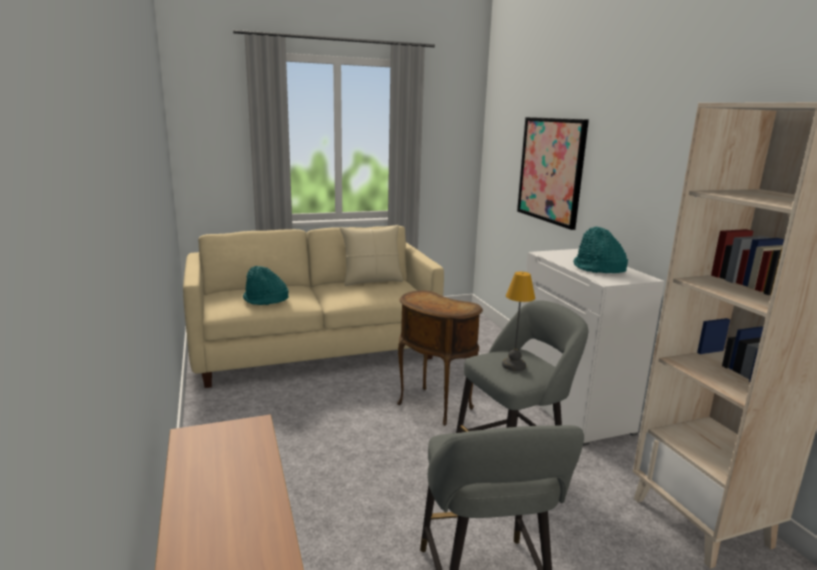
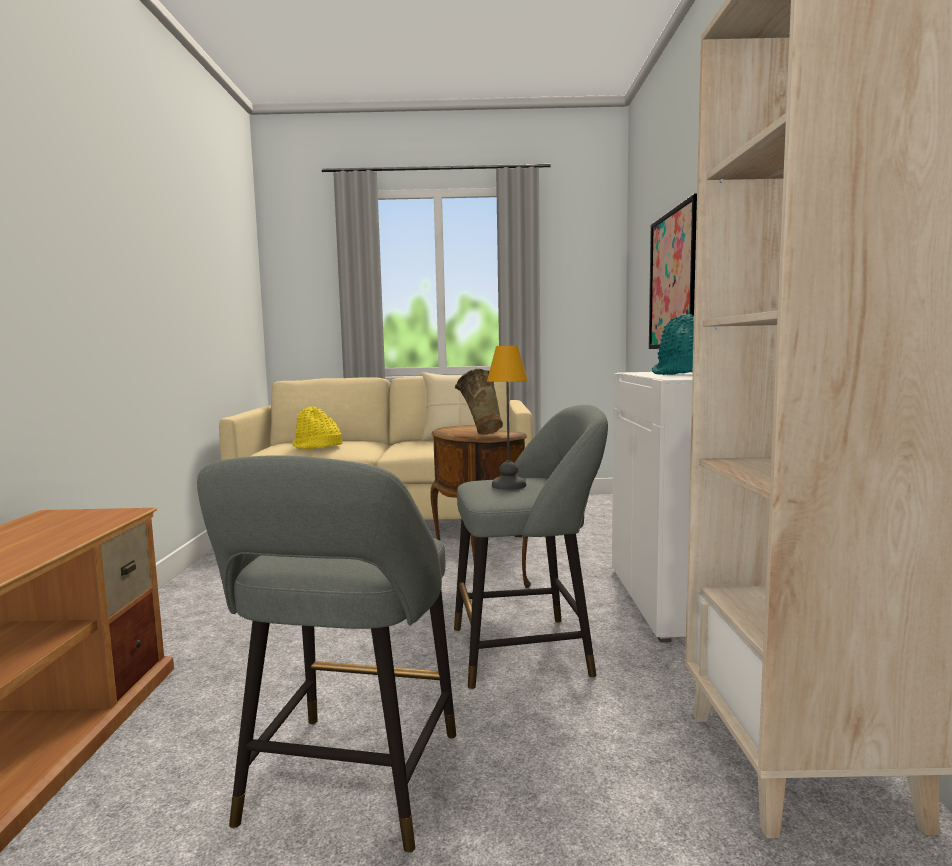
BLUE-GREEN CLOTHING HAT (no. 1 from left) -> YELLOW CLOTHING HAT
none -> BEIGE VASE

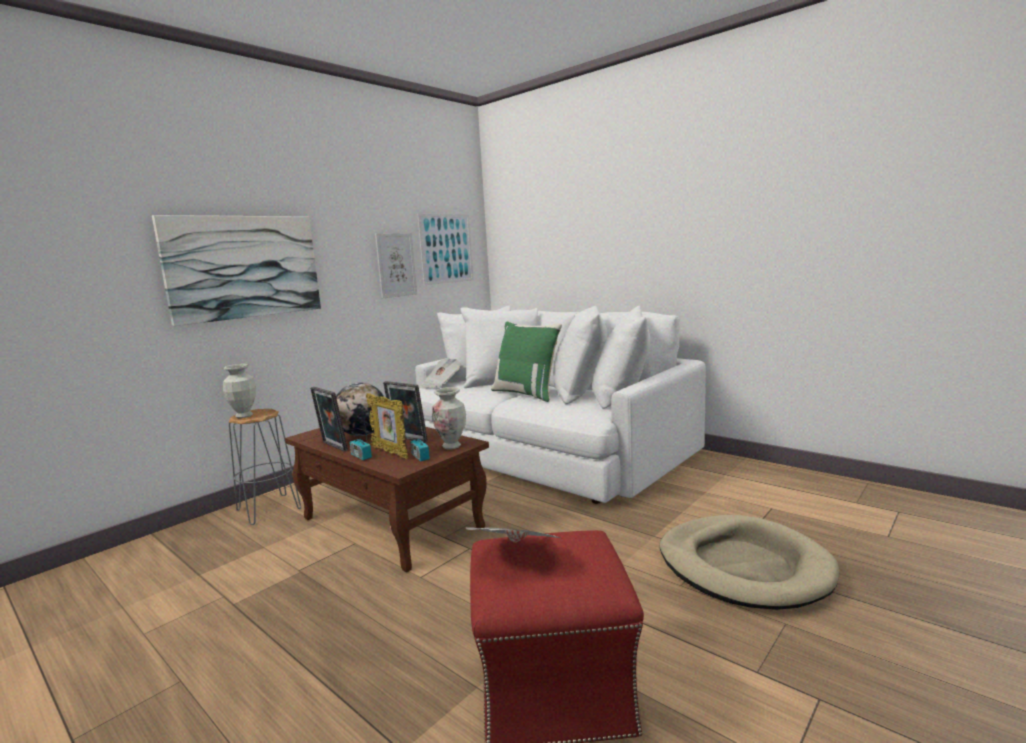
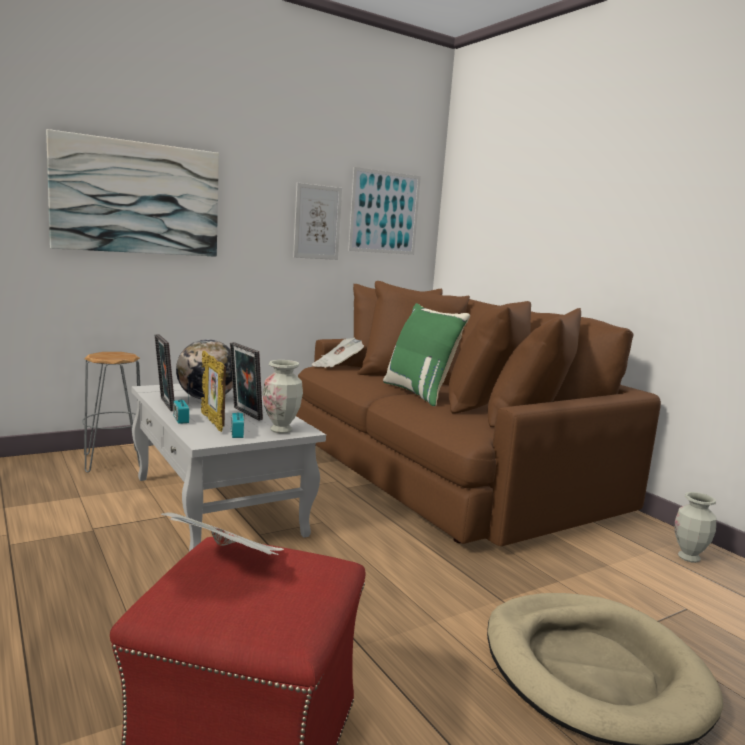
WHITE SETTEE -> BROWN-COLOURED SETTEE
VASE (no. 1 from left in the first image) -> VASE (no. 2 from left), relocated
BROWN-COLOURED LOUNGE TABLE -> WHITE LOUNGE TABLE

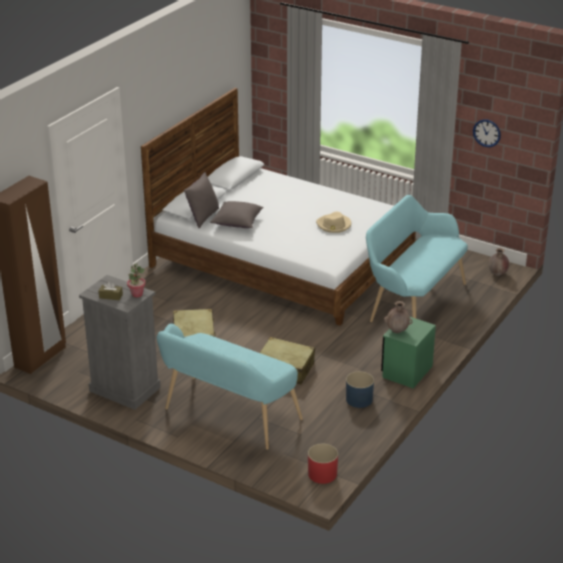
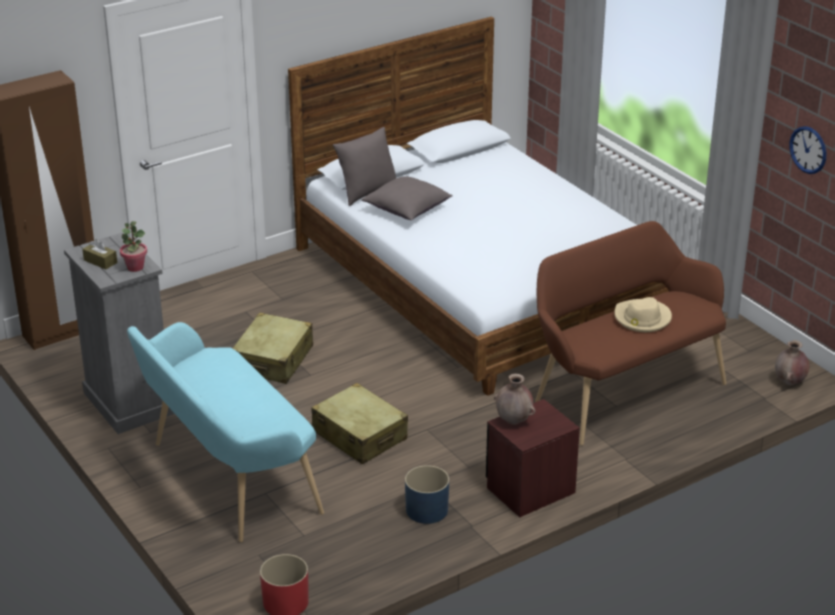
BLUE-GREEN LONG SEAT (no. 2 from left) -> BROWN-COLOURED LONG SEAT
BEIGE CLOTHING HAT, relocated
GREENISH NIGHT TABLE -> BROWN-COLOURED NIGHT TABLE

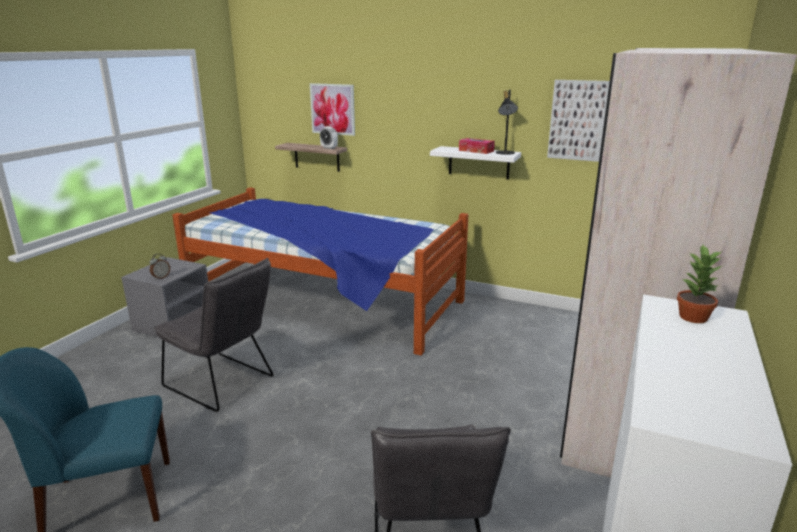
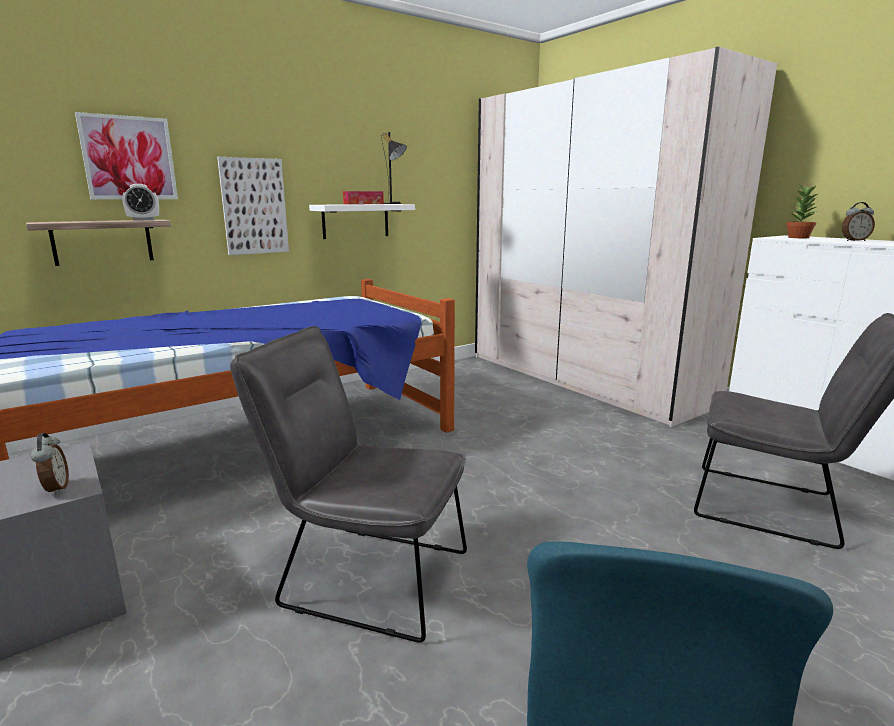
WALL ART (no. 2 from left), relocated
GREY UPRIGHT CHAIR (no. 1 from left), 135 degrees counterclockwise
none -> BEDSIDE CLOCK (no. 3 from left)

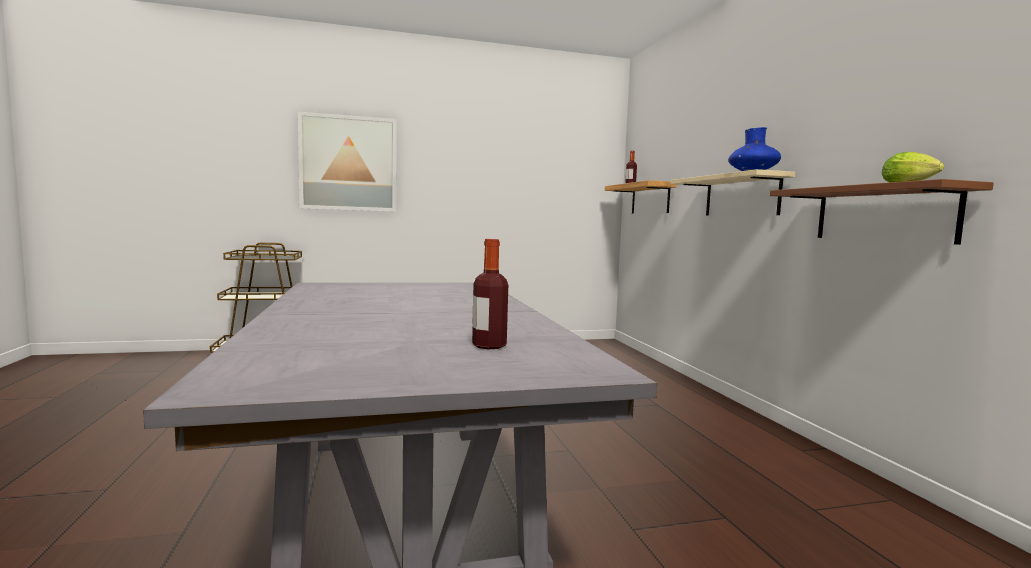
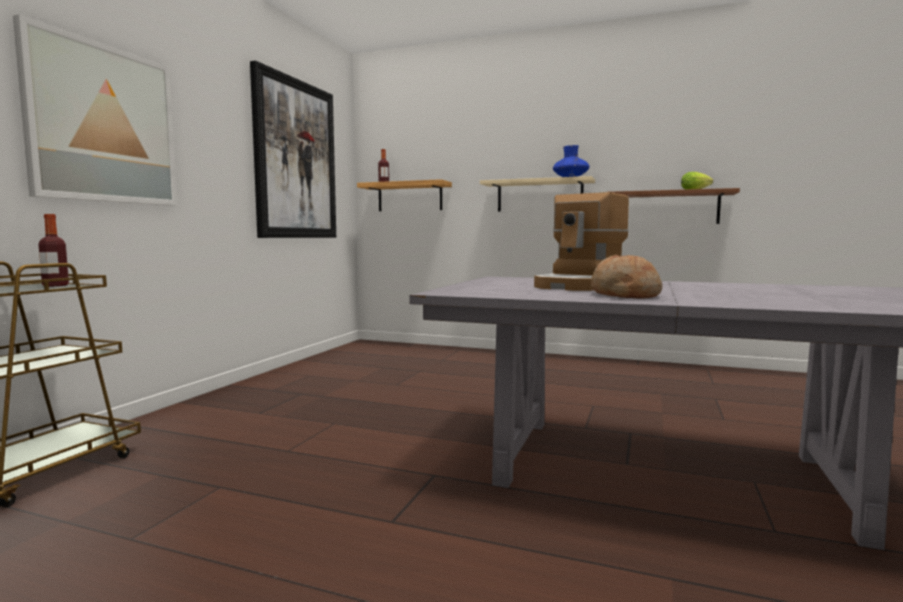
BEVERAGE BOTTLE (no. 1 from left), relocated
none -> WALL ART (no. 2 from left)
none -> COFFEE BREWER
none -> BAKERY BREAD

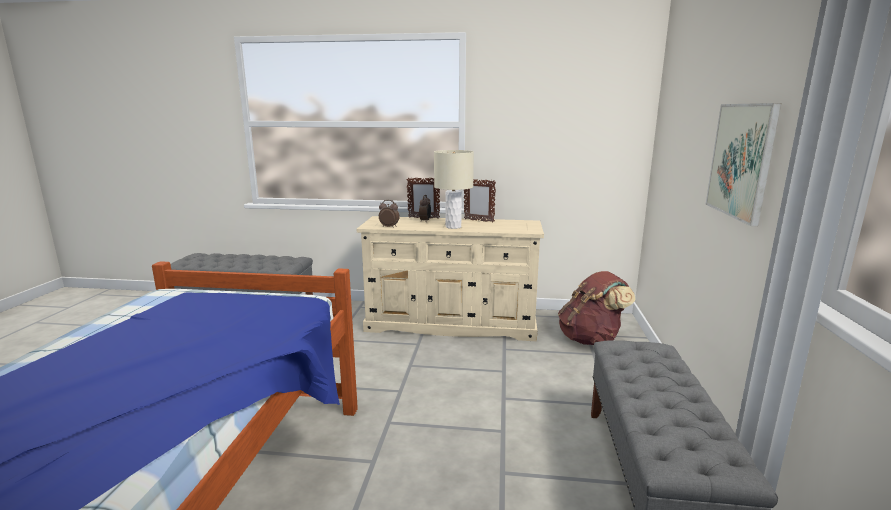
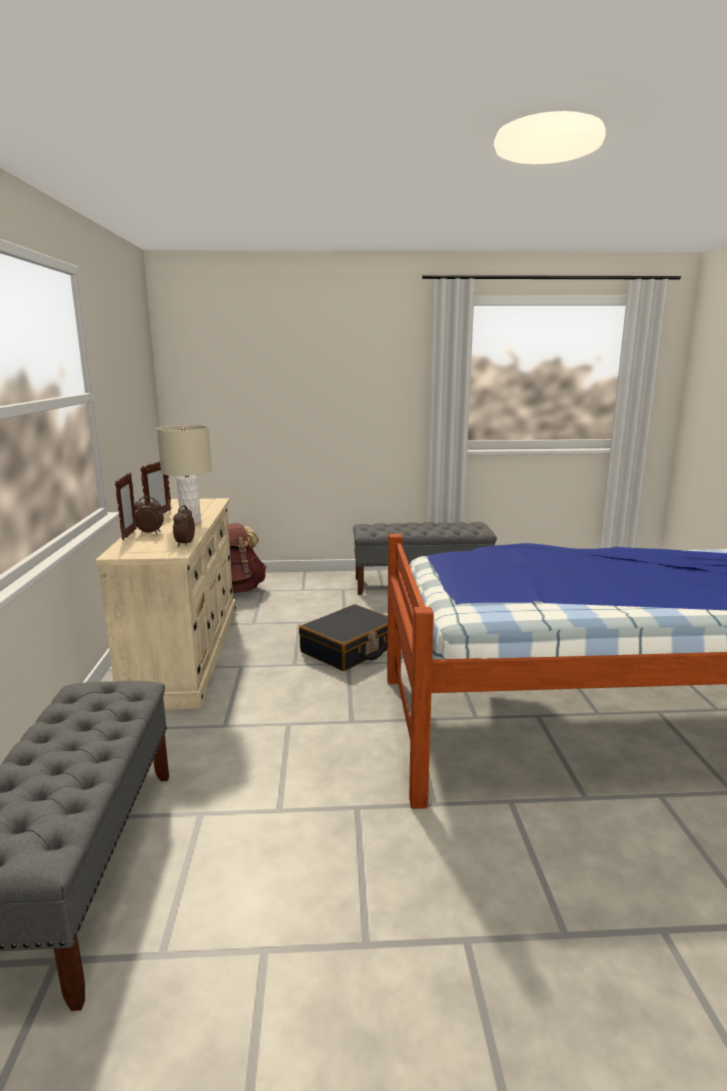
WALL ART -> none
none -> BLACK TRAVEL CASE

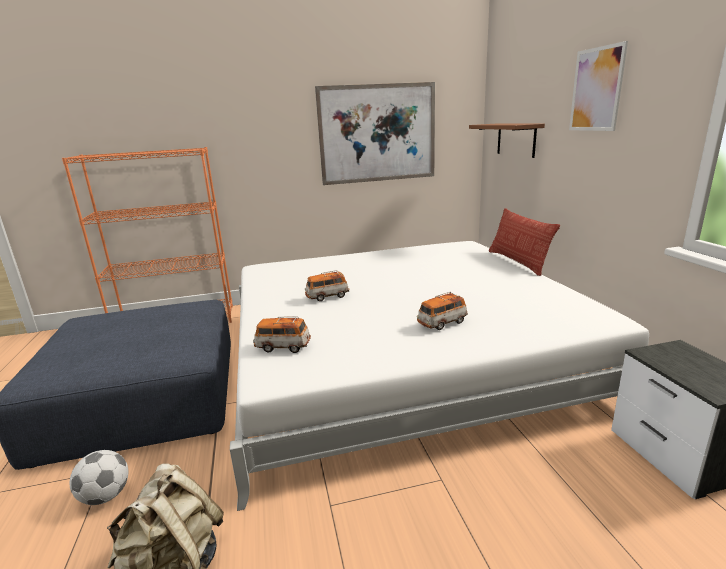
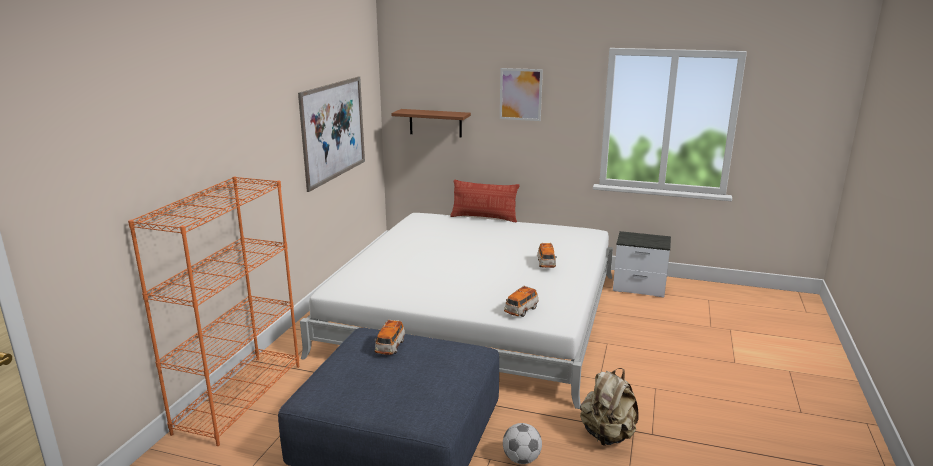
TOY CAR (no. 2 from left in the first image) -> TOY CAR (no. 1 from left), relocated

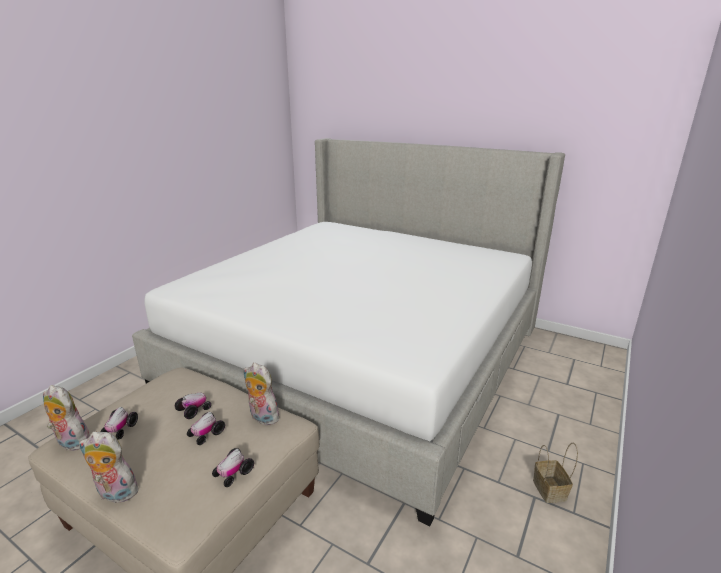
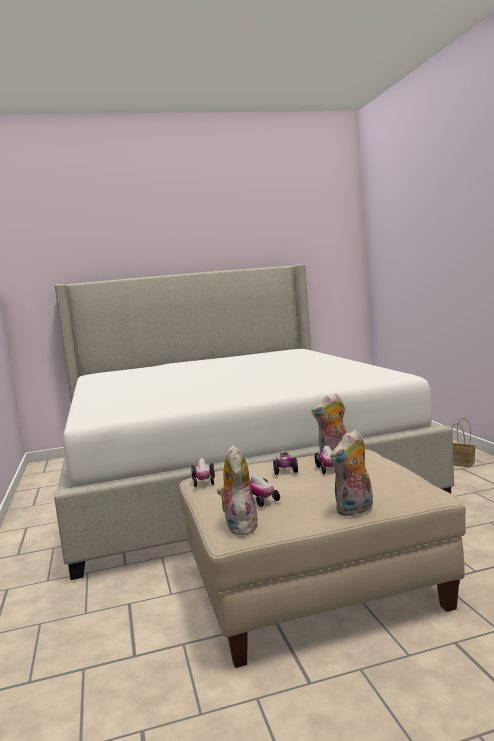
SOFT TOY (no. 1 from left), 105 degrees clockwise
TOY CAR (no. 4 from left in the first image) -> TOY CAR (no. 1 from left), relocated

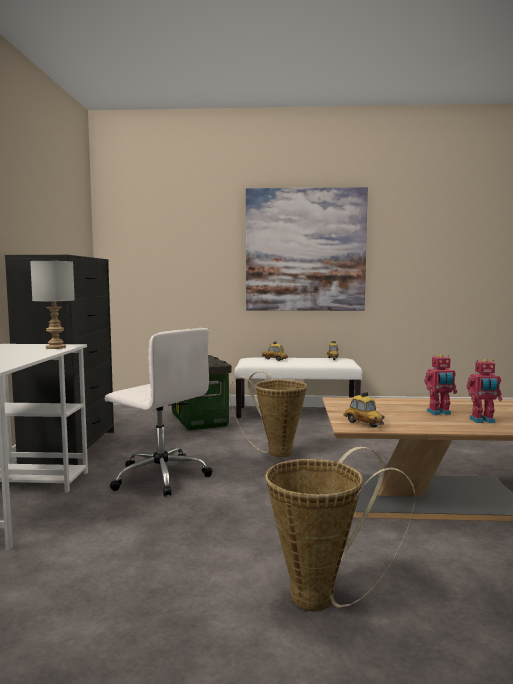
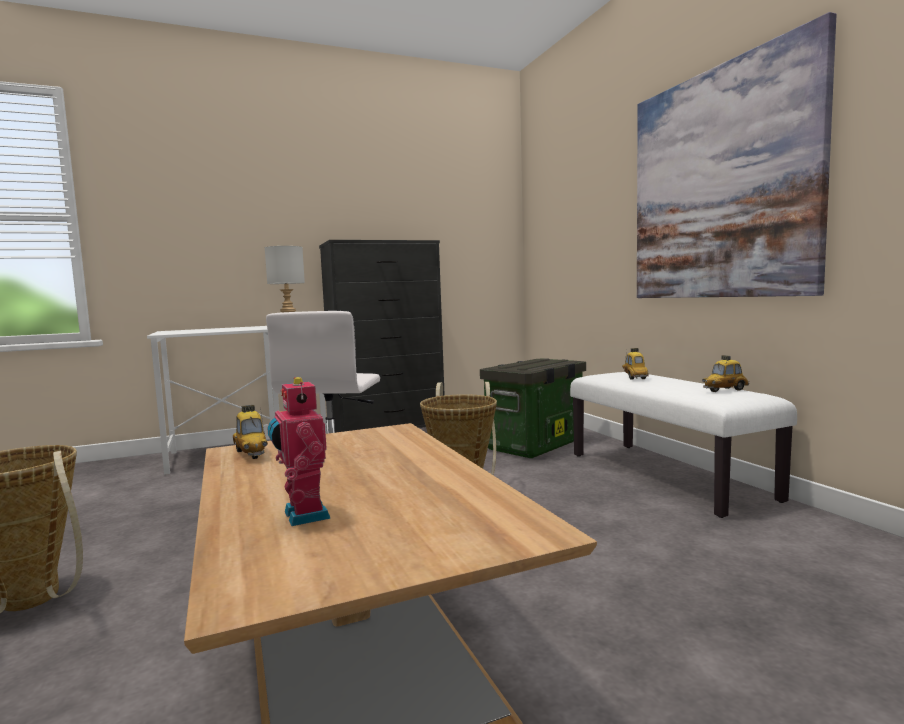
ROBOT FIGURE (no. 1 from left) -> none
TOY CAR (no. 3 from left in the first image) -> TOY CAR (no. 1 from left), 60 degrees counterclockwise

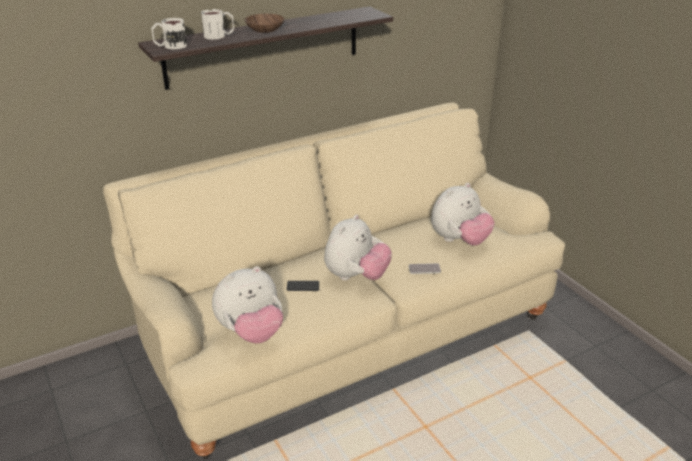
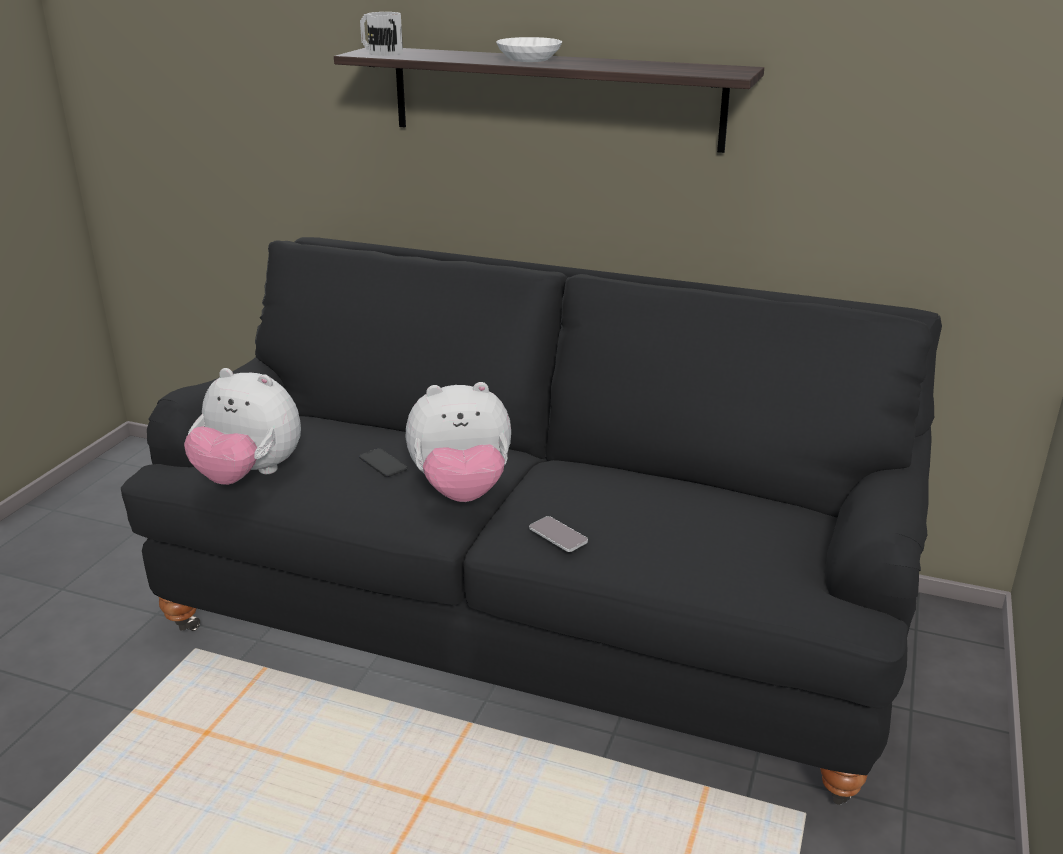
COFFEE MUG (no. 2 from left) -> none
BROWN-COLOURED SERVING BOWL -> WHITE SERVING BOWL
BEIGE SETTEE -> BLACK SETTEE
SOFT TOY (no. 3 from left) -> none

